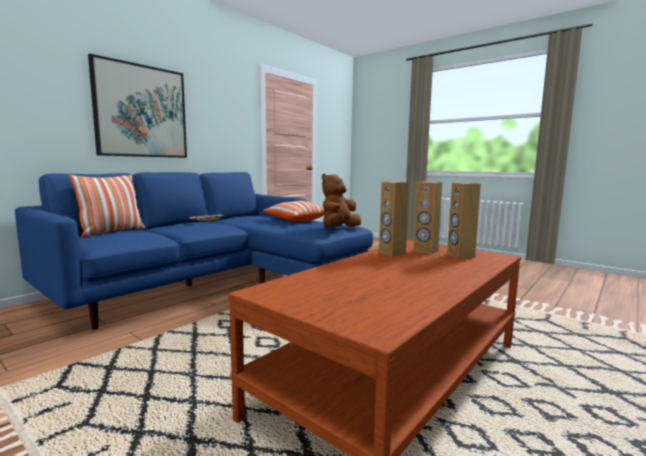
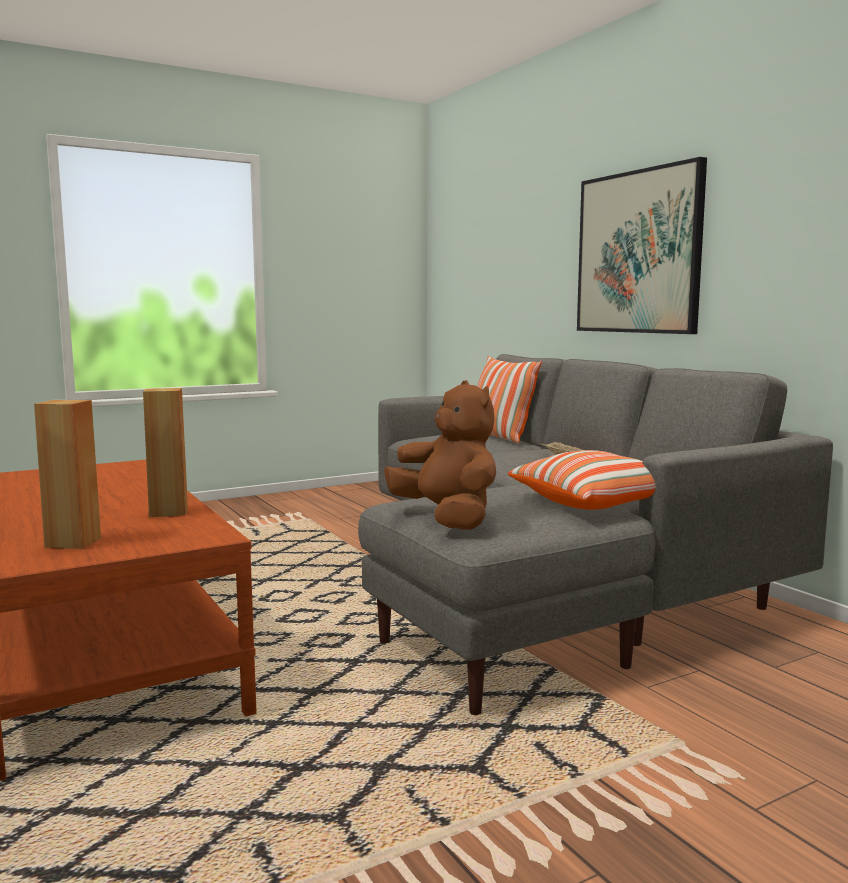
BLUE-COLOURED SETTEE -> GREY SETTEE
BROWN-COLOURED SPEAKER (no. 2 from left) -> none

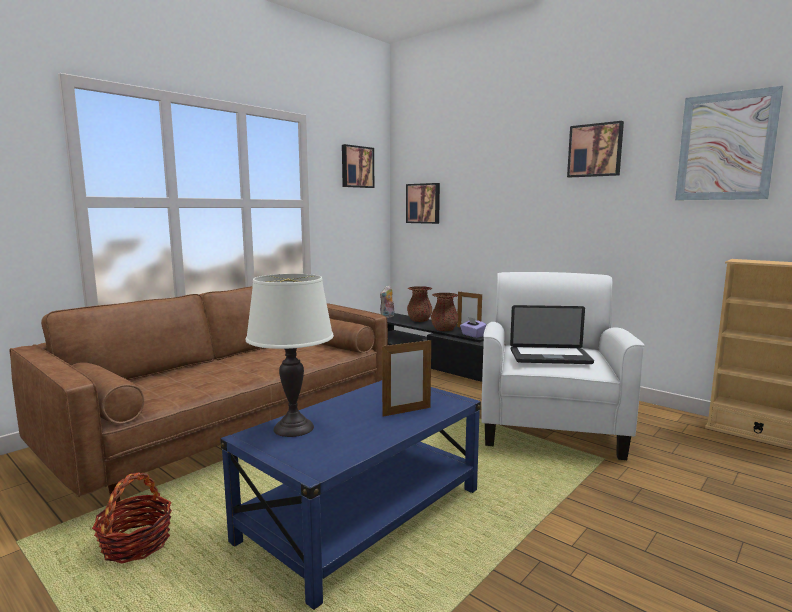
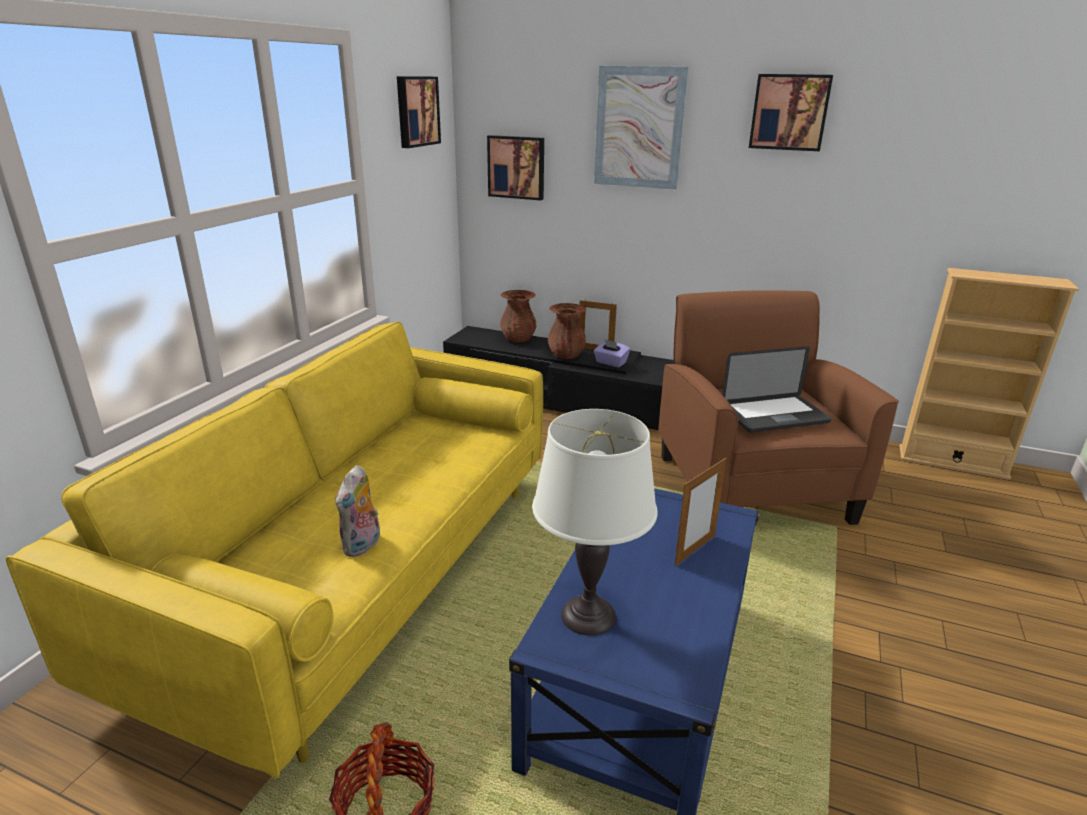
WALL ART (no. 4 from left in the first image) -> WALL ART (no. 3 from left), relocated
WHITE EASY CHAIR -> BROWN-COLOURED EASY CHAIR
SOFT TOY, relocated
BROWN-COLOURED SETTEE -> YELLOW SETTEE

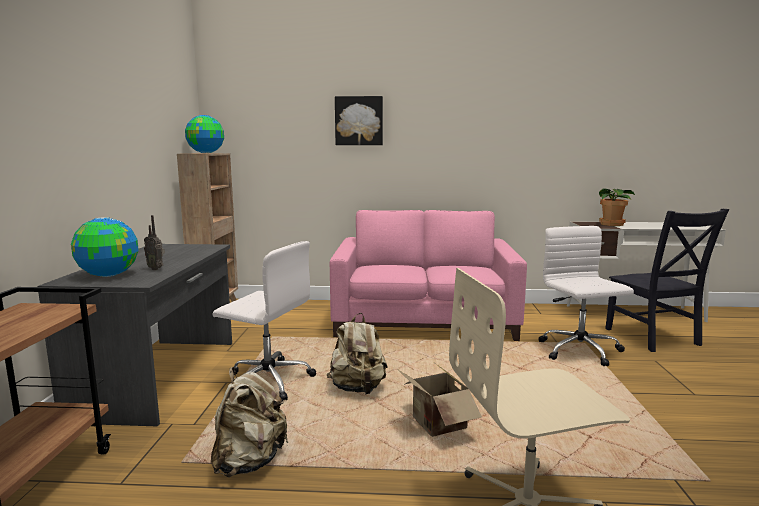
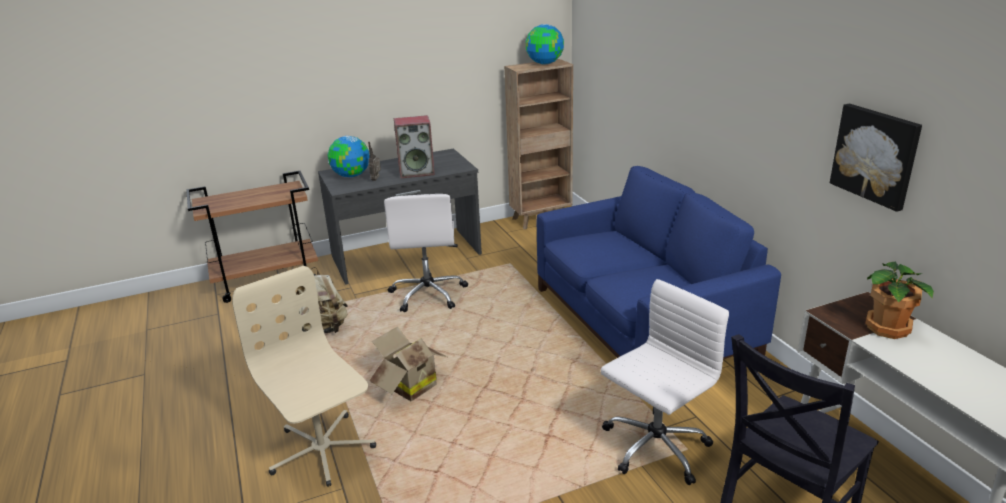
WALL ART, relocated
PINK-COLOURED SETTEE -> BLUE-COLOURED SETTEE
BEIGE RUCKSACK (no. 2 from left) -> none
none -> SPEAKER

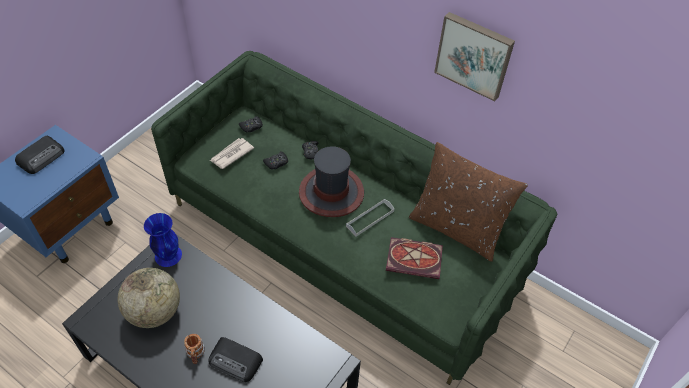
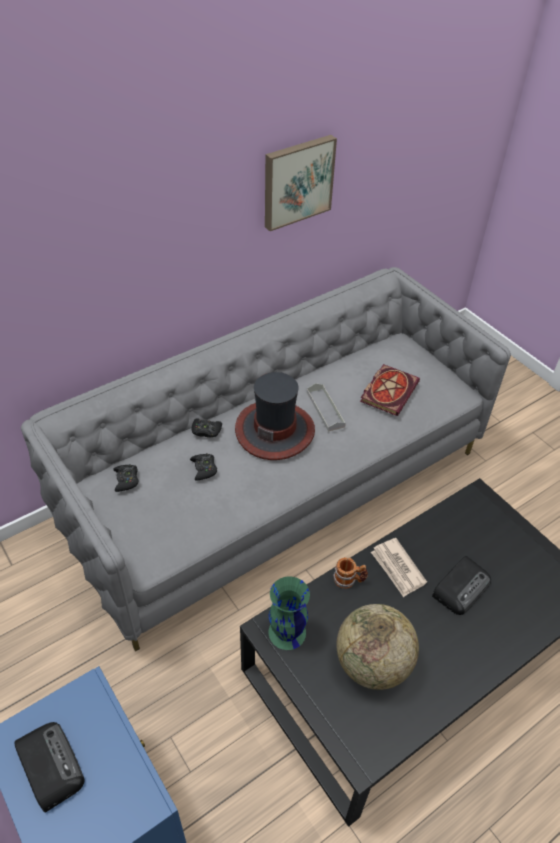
GREENISH SETTEE -> GREY SETTEE
PRINTED PAPER, relocated
BROWN-COLOURED PILLOW -> none
BLUE-COLOURED VASE -> GREENISH VASE
COFFEE MUG, relocated

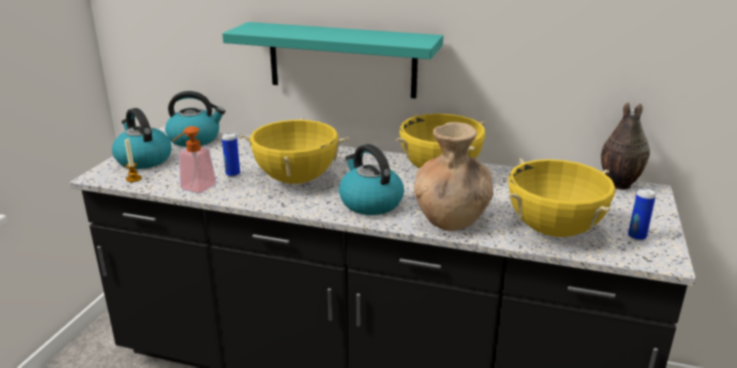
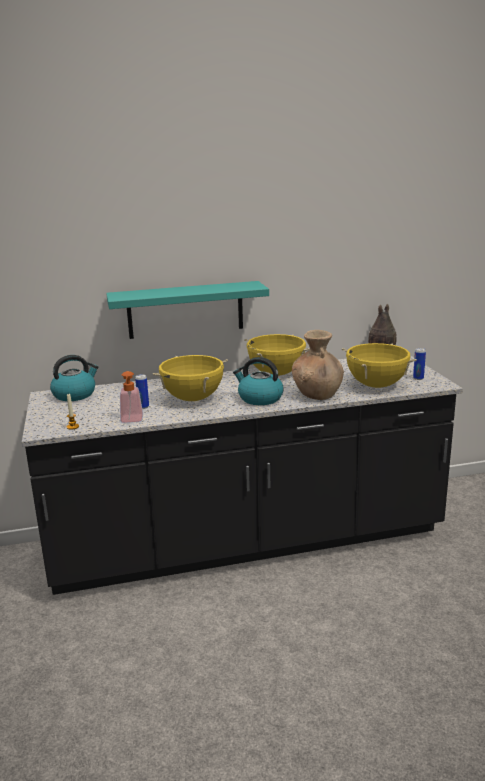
TEA KETTLE (no. 1 from left) -> none

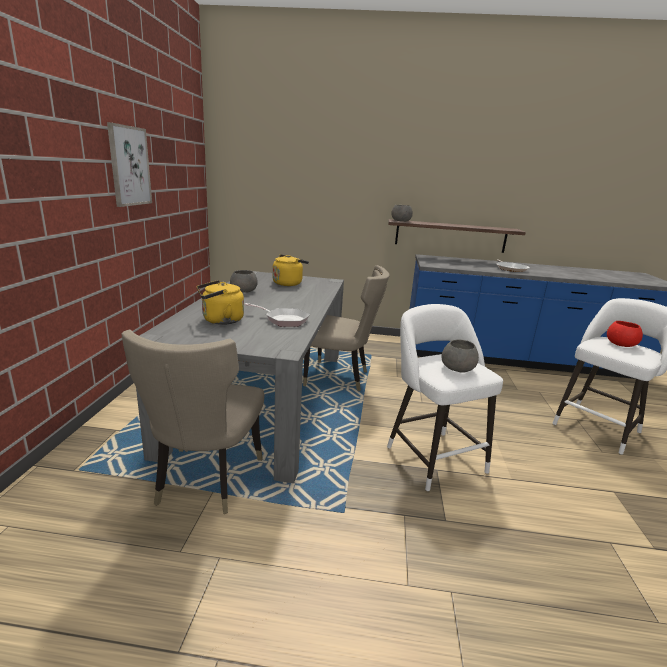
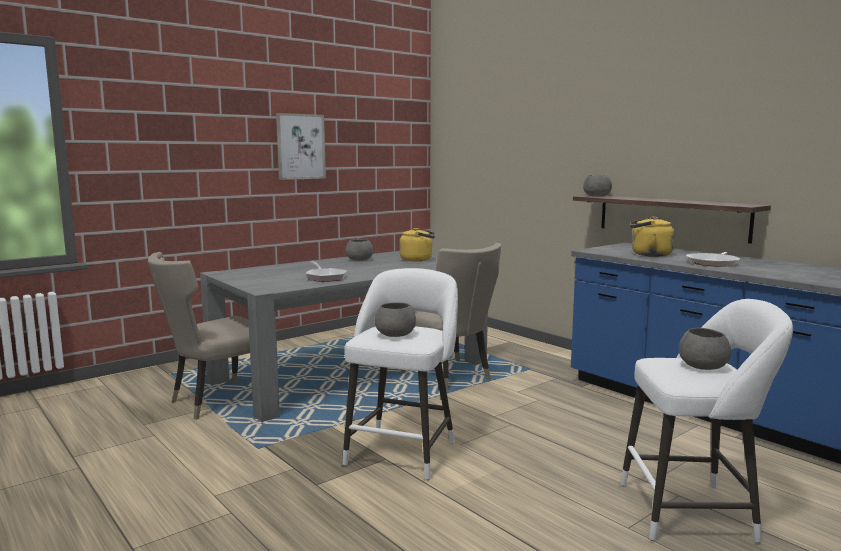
YELLOW TEA KETTLE (no. 1 from left in the first image) -> YELLOW TEA KETTLE (no. 2 from left), relocated
REDDISH SERVING BOWL -> GREY SERVING BOWL (no. 4 from left)

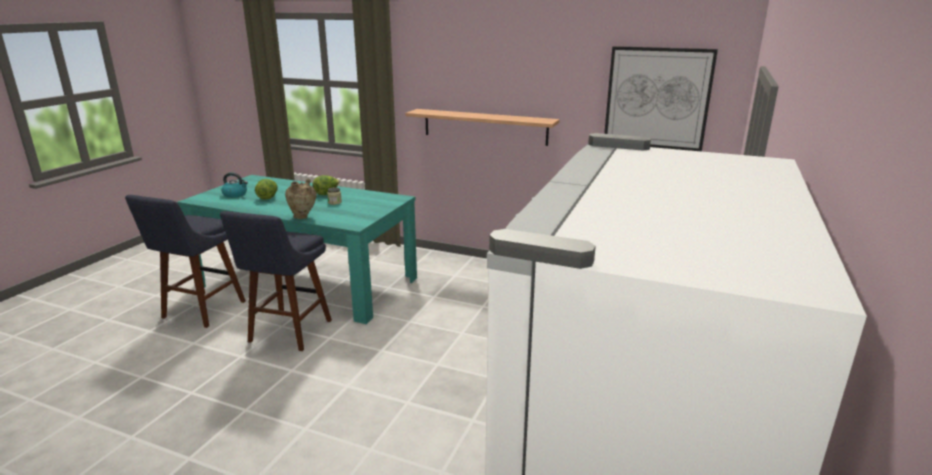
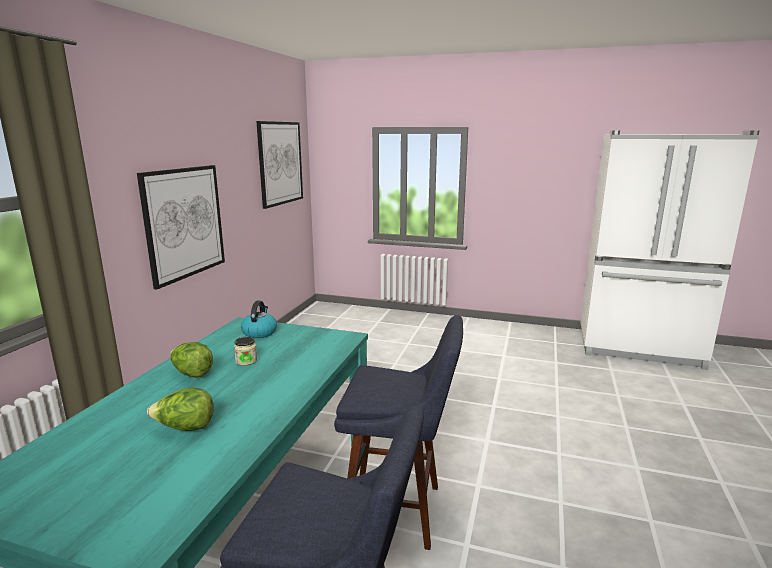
SHELF -> WALL ART (no. 1 from left)
TEA KETTLE, relocated
BEIGE VASE -> none

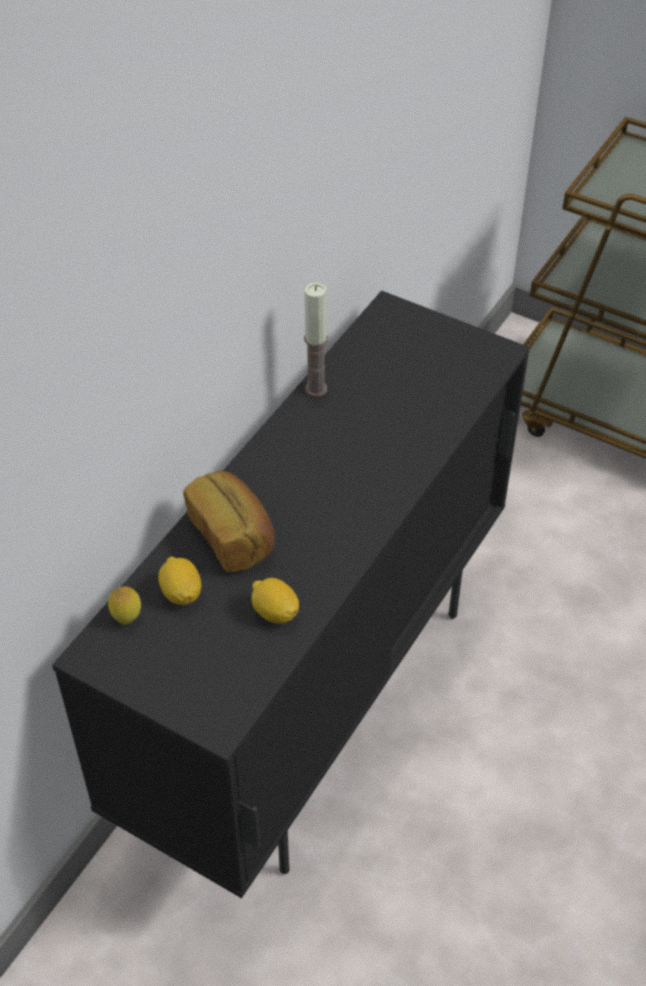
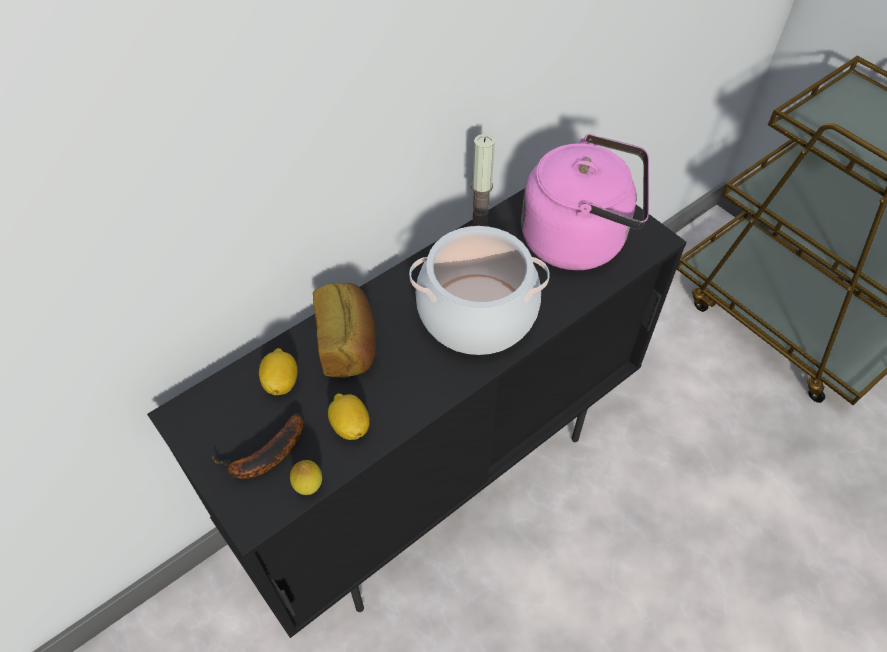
WHOLE LEMON (no. 1 from left in the first image) -> WHOLE LEMON (no. 2 from left), relocated
none -> PINK-COLOURED TEA KETTLE
none -> COOKING POT
none -> WHOLE BANANA

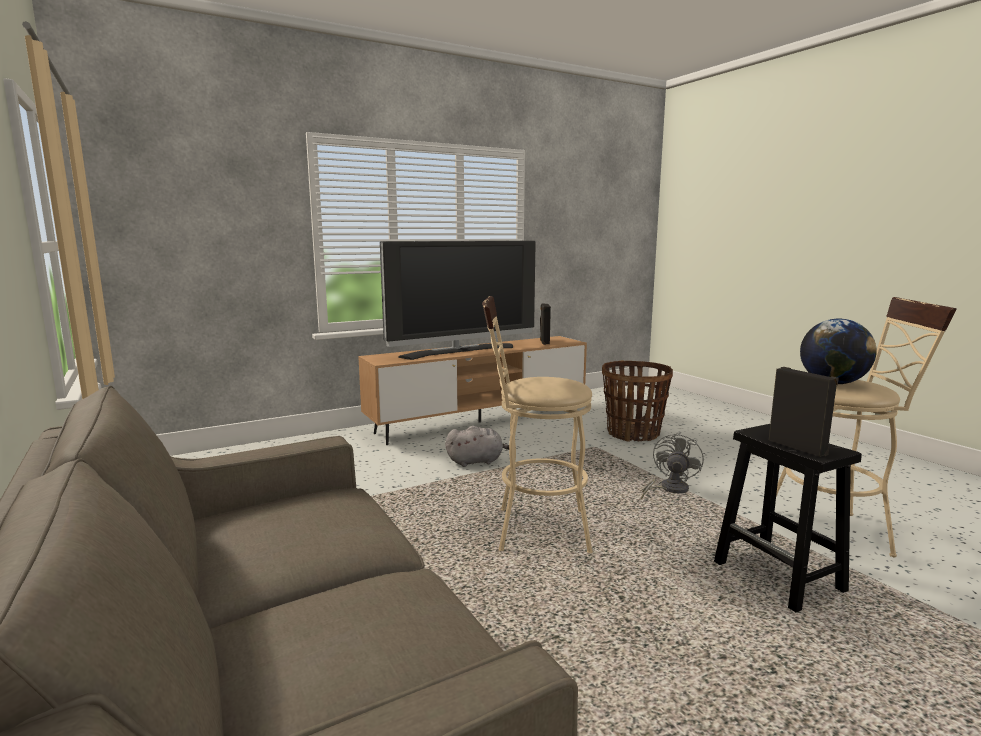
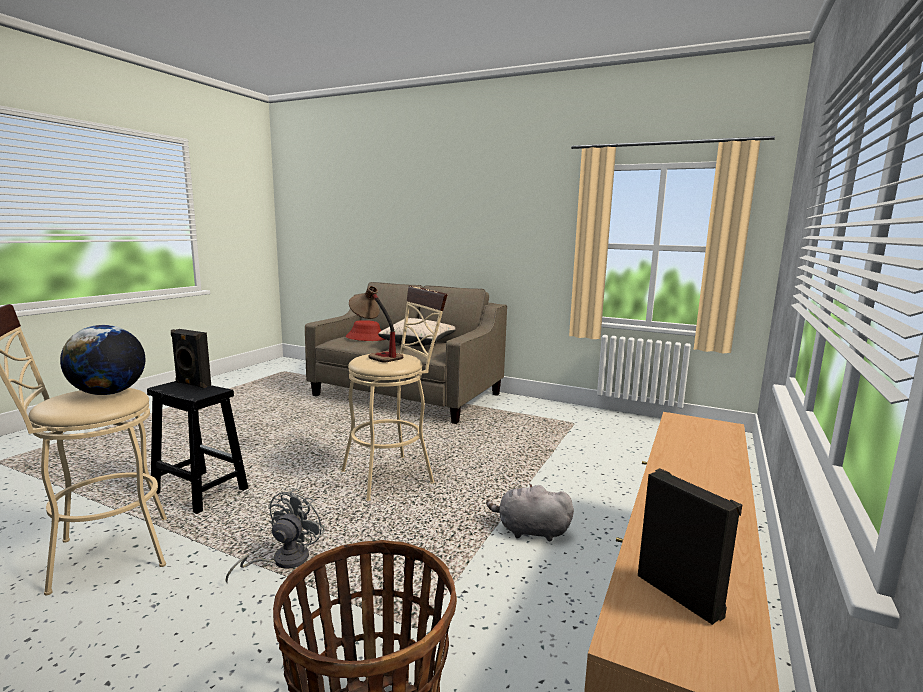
TELEVISION -> none
GREY SOFT TOY, 60 degrees clockwise
GREY ELECTRIC FAN, 150 degrees counterclockwise
none -> TABLE LAMP
none -> BEIGE PILLOW
none -> REDDISH CLOTHING HAT

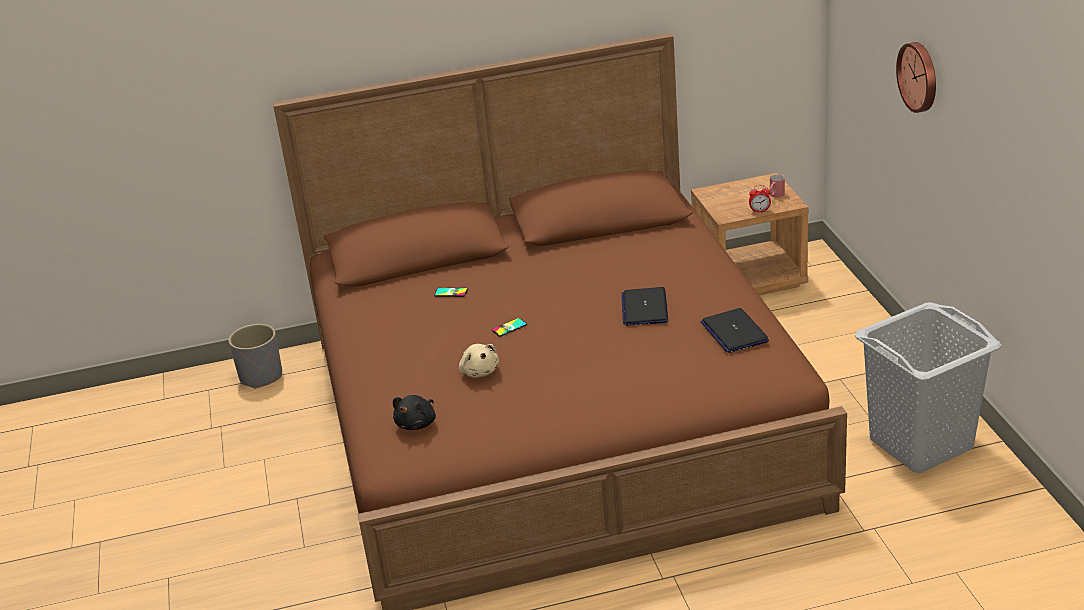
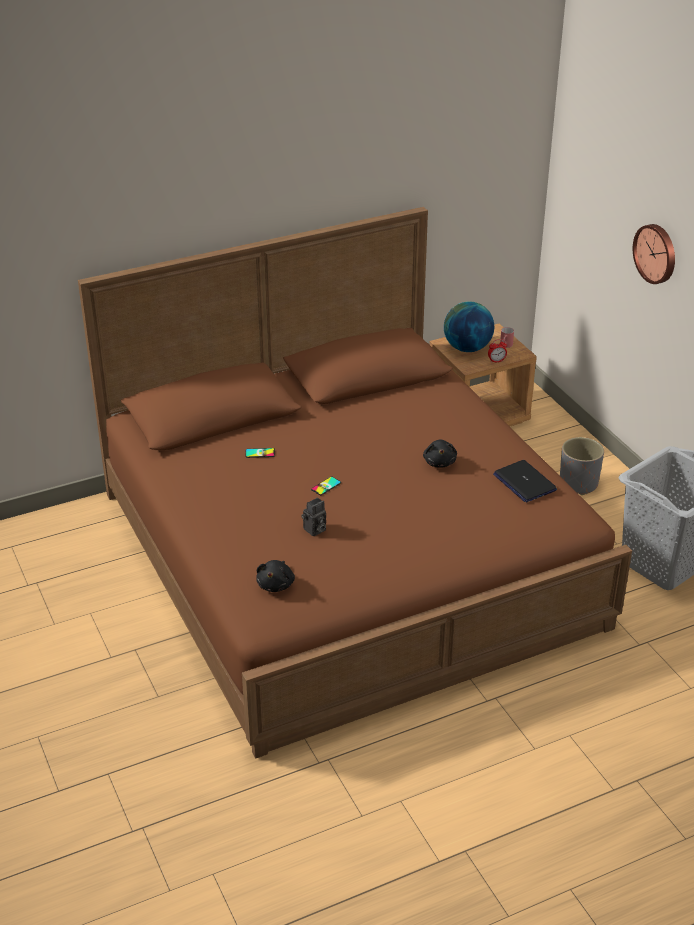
NOTEBOOK COMPUTER (no. 1 from left) -> BLACK SOFT TOY (no. 2 from left)
GREY PLANTER, relocated
BEIGE SOFT TOY -> STILL CAMERA
none -> WORLD GLOBE

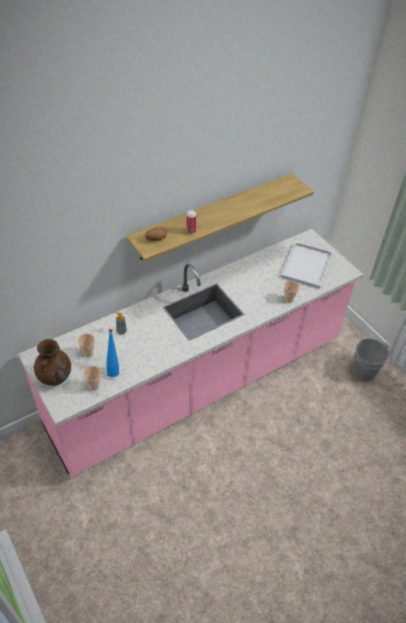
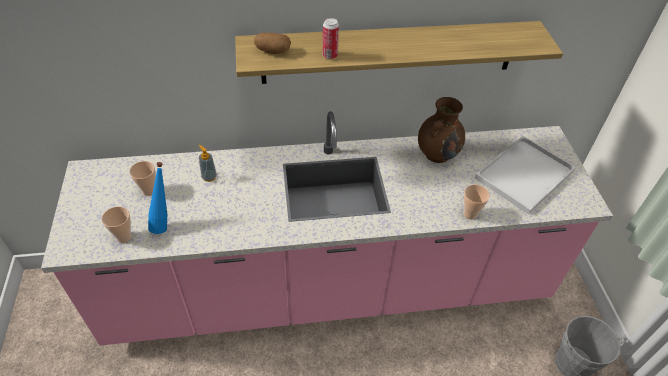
BROWN-COLOURED VASE, relocated

